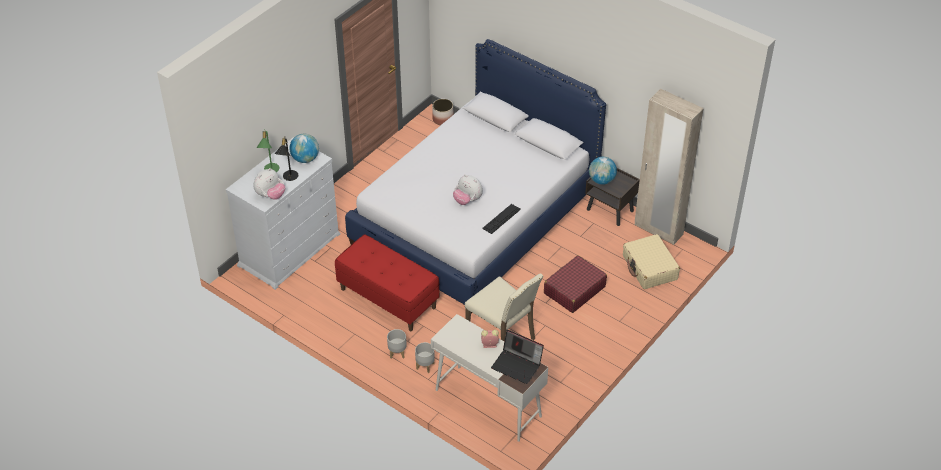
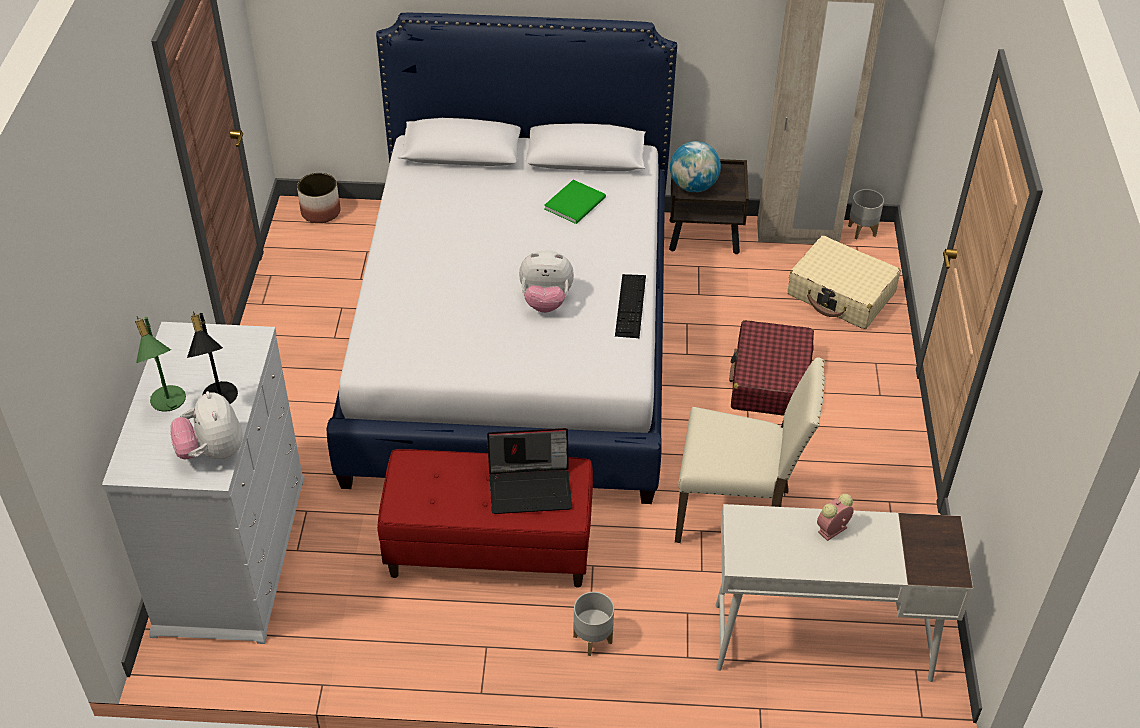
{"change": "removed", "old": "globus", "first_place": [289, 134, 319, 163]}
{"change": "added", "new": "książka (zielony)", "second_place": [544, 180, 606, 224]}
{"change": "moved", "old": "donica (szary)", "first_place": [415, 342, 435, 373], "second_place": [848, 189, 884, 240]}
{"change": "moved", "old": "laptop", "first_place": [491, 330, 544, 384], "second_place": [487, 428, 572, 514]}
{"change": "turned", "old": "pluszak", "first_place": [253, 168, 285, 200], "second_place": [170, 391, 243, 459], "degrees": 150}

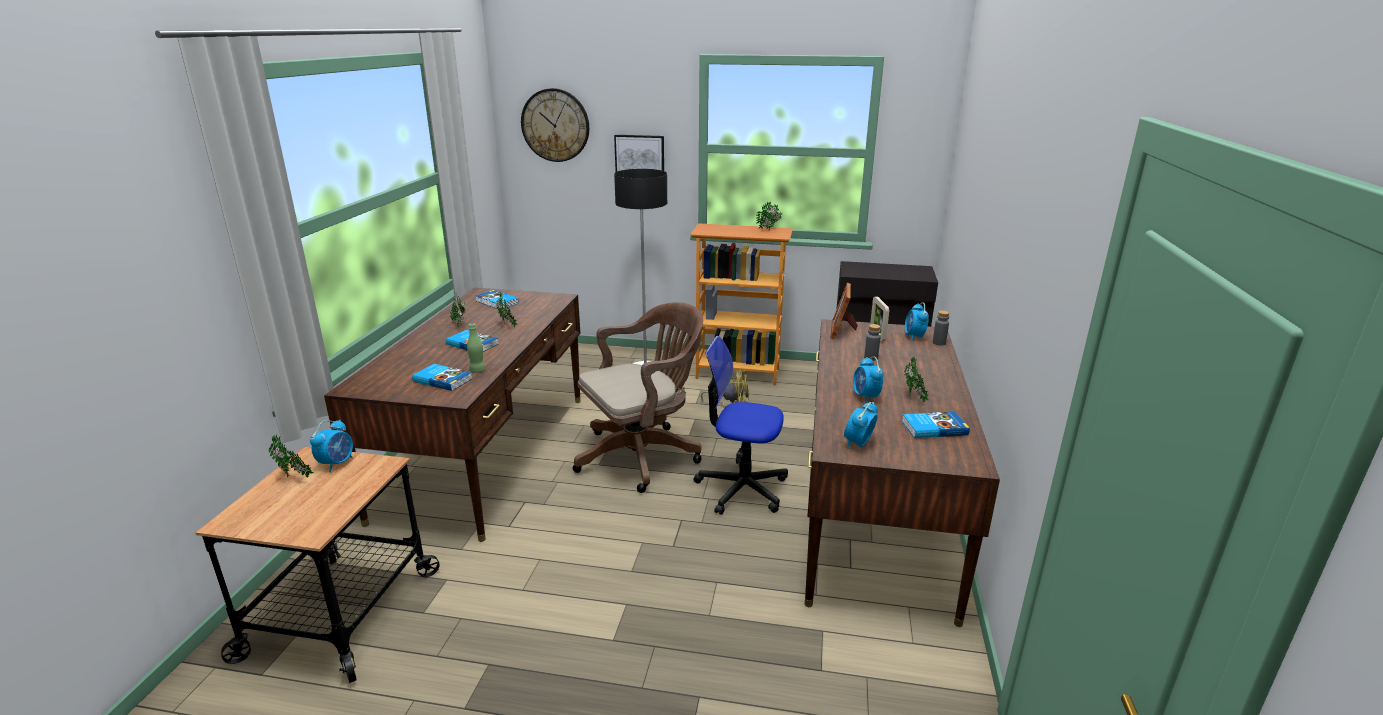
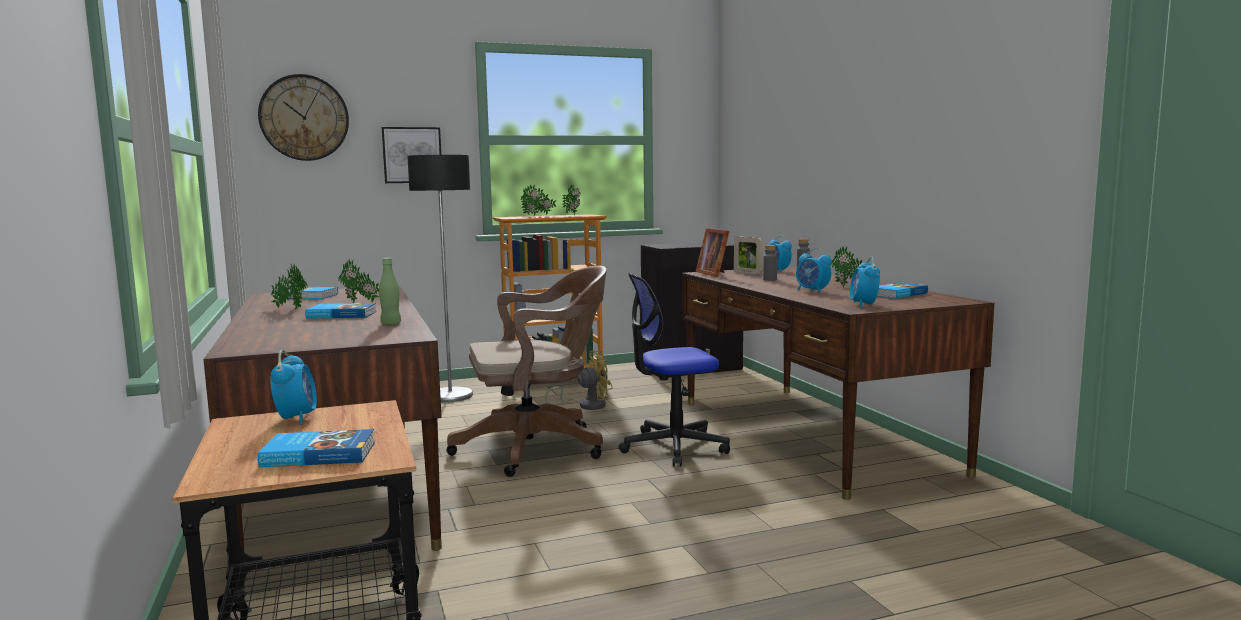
{"change": "moved", "old": "roślina doniczkowa", "first_place": [269, 434, 314, 478], "second_place": [521, 184, 556, 216]}
{"change": "moved", "old": "książka", "first_place": [412, 364, 472, 391], "second_place": [258, 429, 375, 467]}
{"change": "turned", "old": "krzesło biurowe (brązowy)", "first_place": [573, 302, 703, 493], "second_place": [446, 266, 607, 477], "degrees": 45}

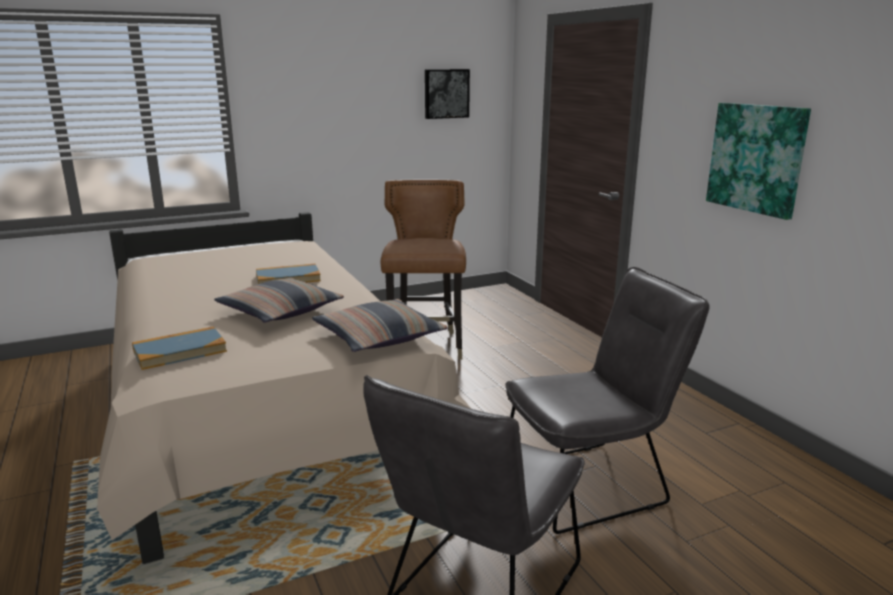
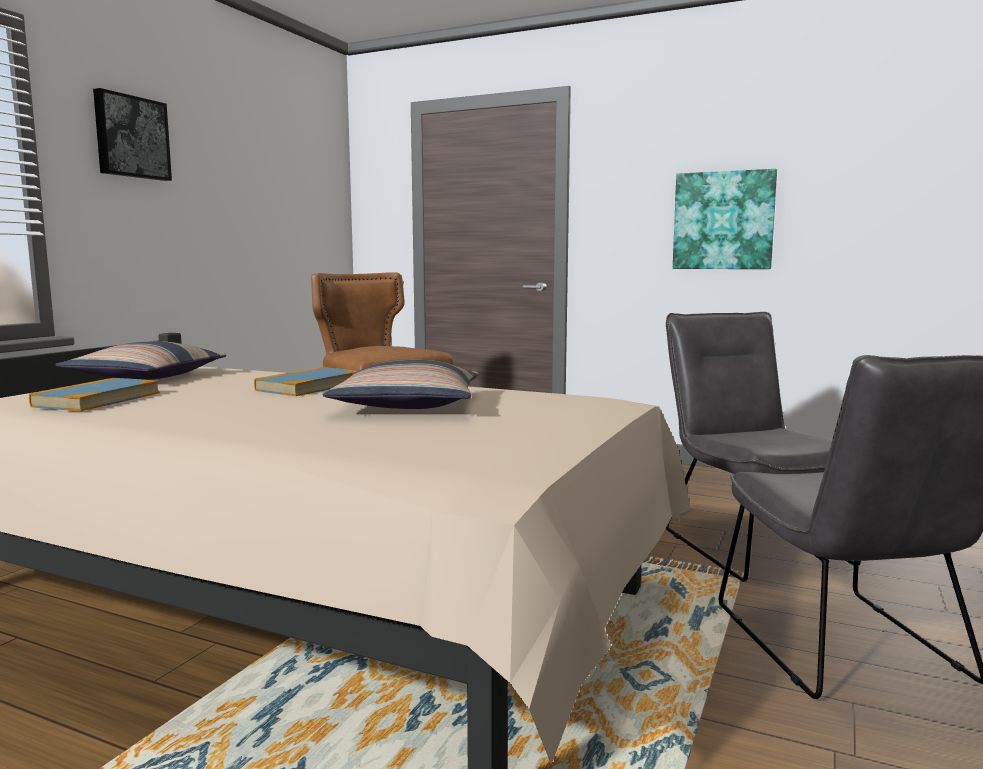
{"change": "moved", "old": "książka", "first_place": [132, 326, 227, 370], "second_place": [29, 378, 160, 411]}
{"change": "moved", "old": "poduszka", "first_place": [312, 299, 448, 352], "second_place": [55, 341, 226, 380]}
{"change": "moved", "old": "obraz", "first_place": [425, 69, 470, 119], "second_place": [93, 88, 172, 181]}
{"change": "turned", "old": "krzesło (szary)", "first_place": [505, 267, 709, 534], "second_place": [666, 312, 861, 582], "degrees": -45}

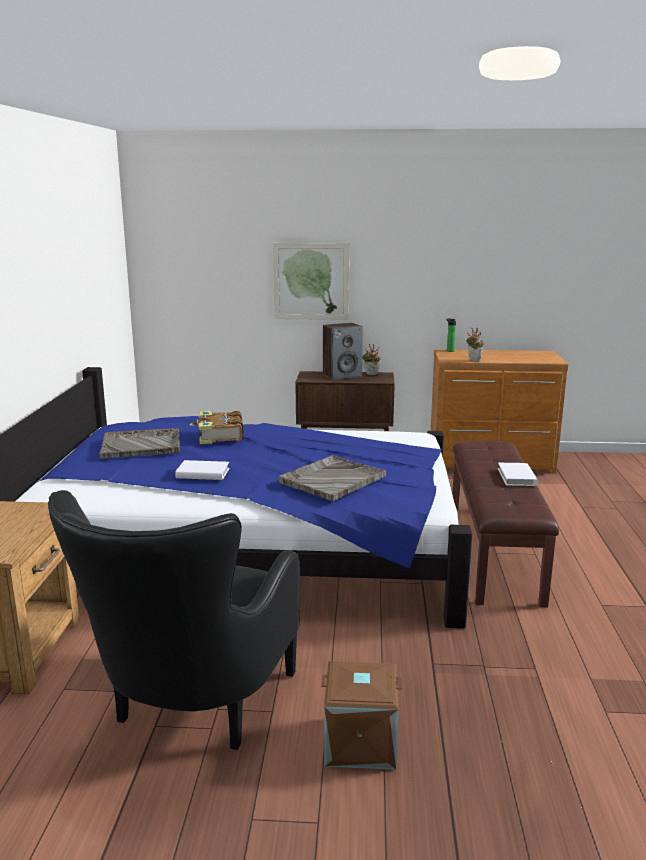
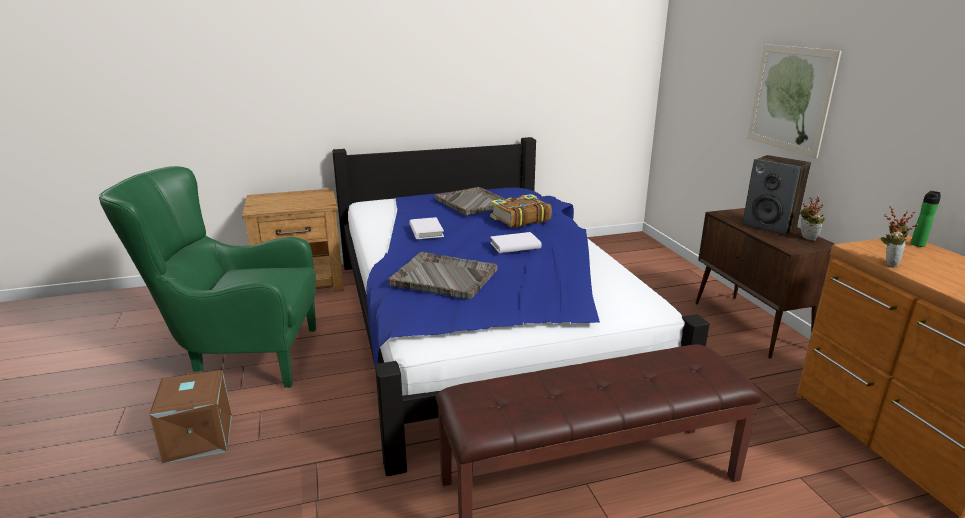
{"change": "moved", "old": "książka (biały)", "first_place": [498, 463, 538, 486], "second_place": [490, 232, 541, 253]}
{"change": "recoloured", "old": "fotel (czarny)", "new": "fotel (zielony)", "first_place": [48, 490, 300, 750], "second_place": [99, 166, 316, 388]}

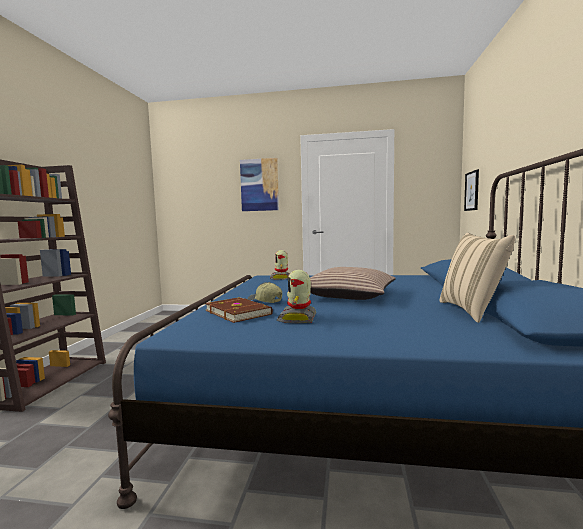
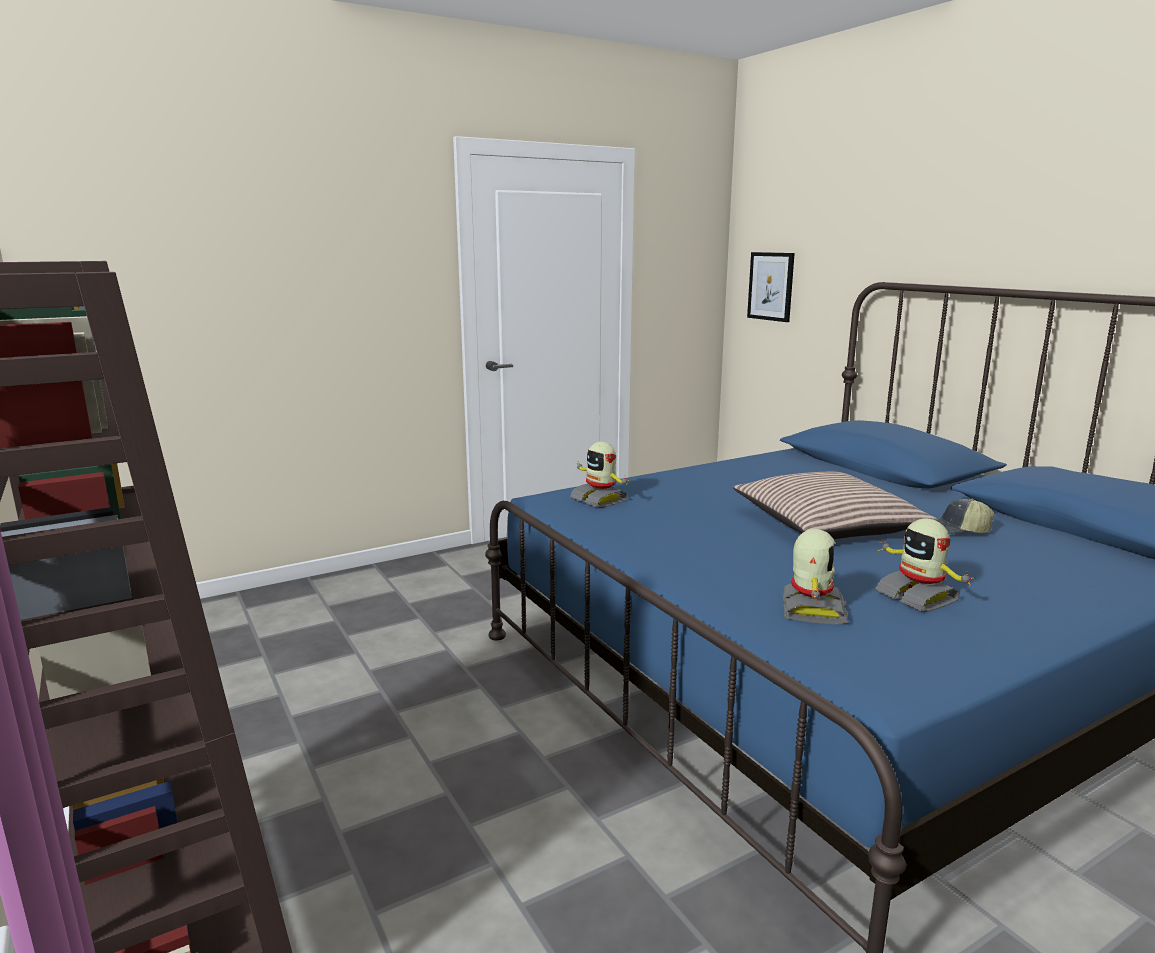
{"change": "removed", "old": "obraz", "first_place": [240, 158, 279, 211]}
{"change": "removed", "old": "poduszka (beżowy)", "first_place": [440, 233, 515, 323]}
{"change": "moved", "old": "czapka z daszkiem", "first_place": [248, 282, 282, 303], "second_place": [938, 499, 995, 534]}
{"change": "replaced", "old": "książka (brązowy)", "new": "robot zabawkowy", "first_place": [205, 297, 273, 323], "second_place": [783, 529, 848, 624]}

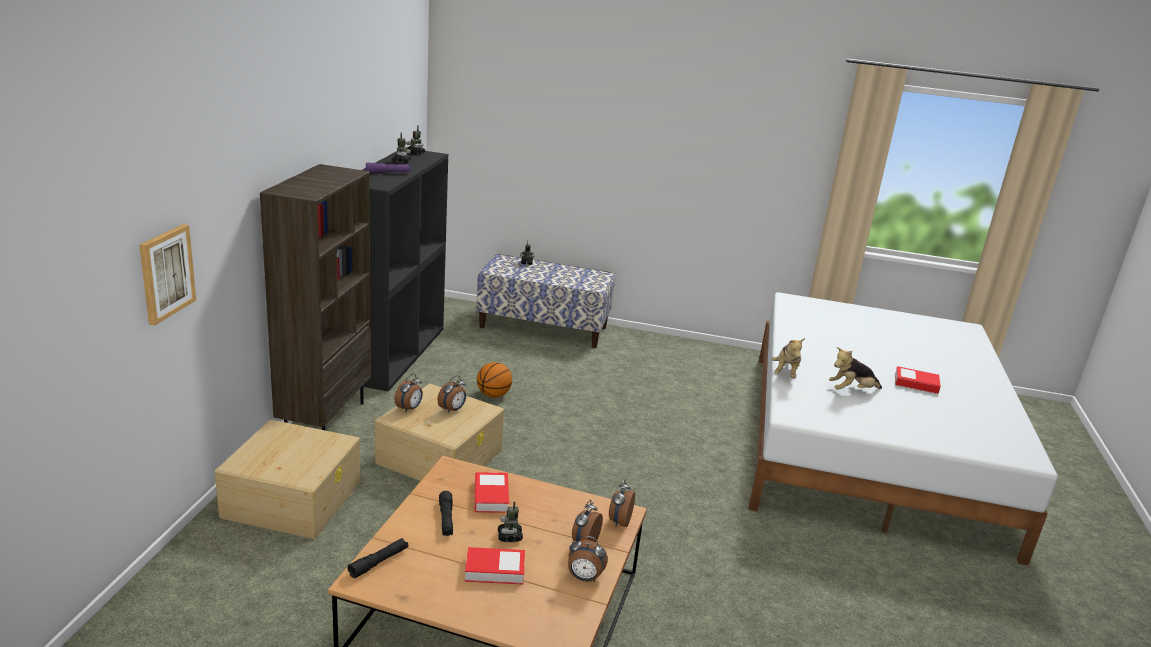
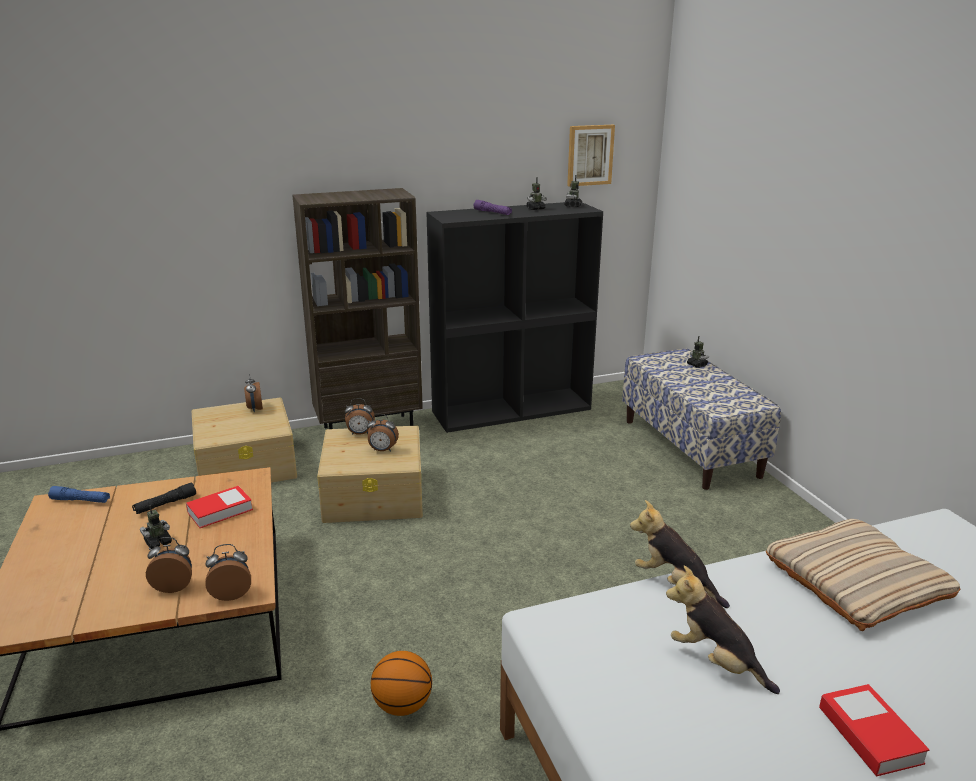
{"change": "removed", "old": "książka", "first_place": [465, 547, 525, 584]}
{"change": "added", "new": "poduszka (beżowy)", "second_place": [766, 519, 960, 631]}
{"change": "moved", "old": "obraz", "first_place": [139, 224, 196, 326], "second_place": [567, 125, 615, 187]}
{"change": "moved", "old": "piłka do koszykówki", "first_place": [477, 362, 512, 398], "second_place": [371, 651, 432, 716]}
{"change": "moved", "old": "budzik", "first_place": [568, 536, 608, 582], "second_place": [244, 374, 263, 412]}
{"change": "recoloured", "old": "latarka (czarny)", "new": "latarka (niebieski)", "first_place": [348, 538, 408, 578], "second_place": [48, 486, 110, 503]}
{"change": "turned", "old": "pluszak", "first_place": [772, 338, 805, 378], "second_place": [630, 500, 730, 608], "degrees": 60}

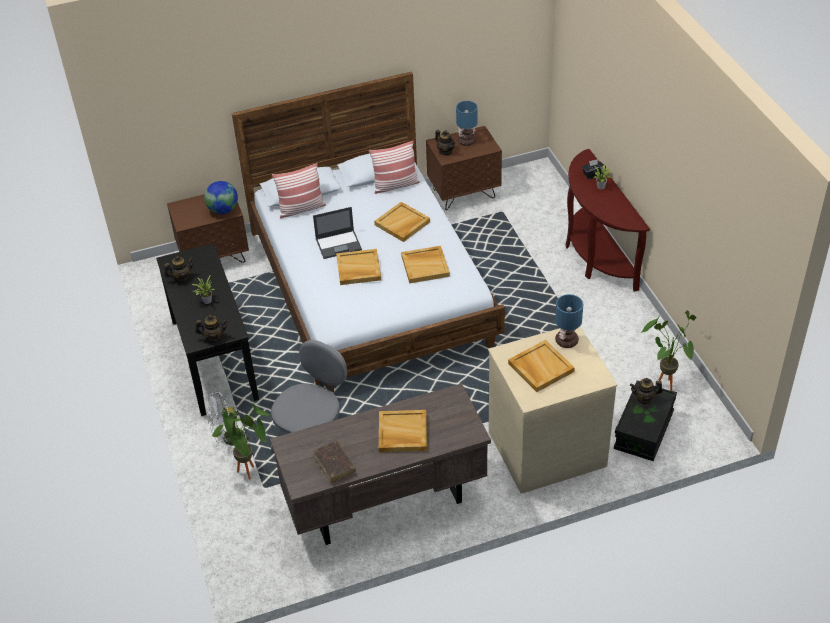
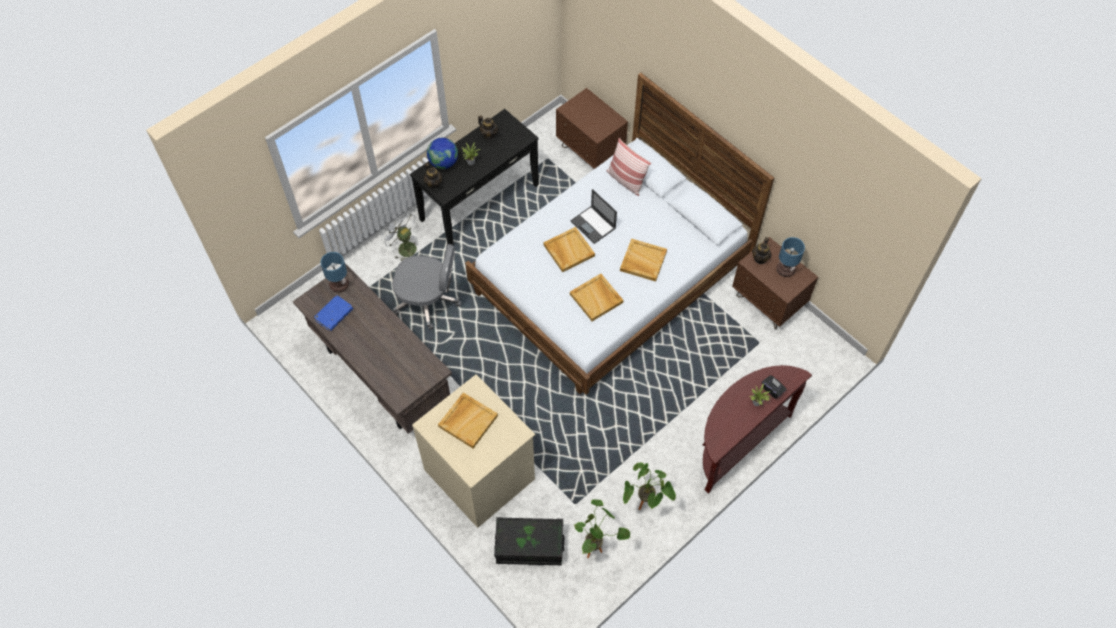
{"change": "removed", "old": "poduszka", "first_place": [369, 141, 420, 194]}
{"change": "removed", "old": "taca (beżowy)", "first_place": [379, 410, 427, 452]}
{"change": "removed", "old": "imbryk", "first_place": [630, 378, 663, 405]}
{"change": "moved", "old": "globus", "first_place": [204, 181, 238, 214], "second_place": [427, 138, 458, 169]}
{"change": "moved", "old": "roślina doniczkowa", "first_place": [212, 404, 269, 480], "second_place": [623, 462, 676, 510]}
{"change": "moved", "old": "lampa stołowa", "first_place": [555, 294, 583, 348], "second_place": [320, 252, 349, 293]}
{"change": "recoloured", "old": "książka (brązowy)", "new": "książka (niebieski)", "first_place": [313, 441, 356, 483], "second_place": [314, 295, 353, 331]}

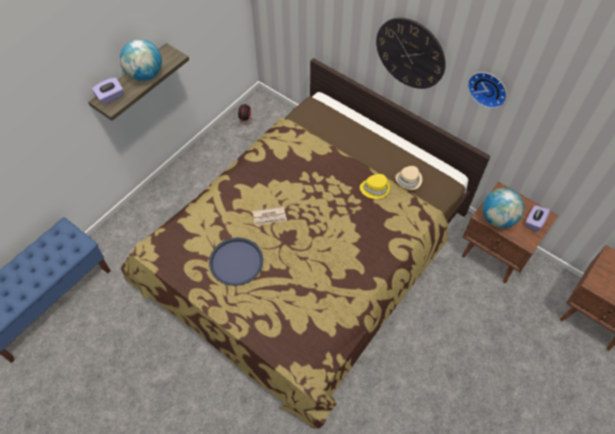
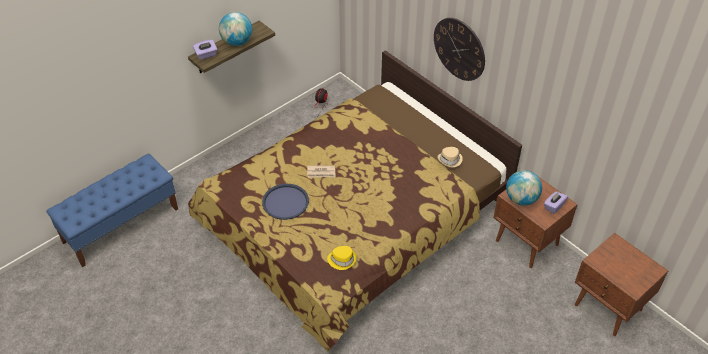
{"change": "removed", "old": "zegar ścienny", "first_place": [468, 72, 507, 108]}
{"change": "moved", "old": "kapelusz (żółty)", "first_place": [360, 174, 391, 199], "second_place": [327, 246, 357, 270]}

